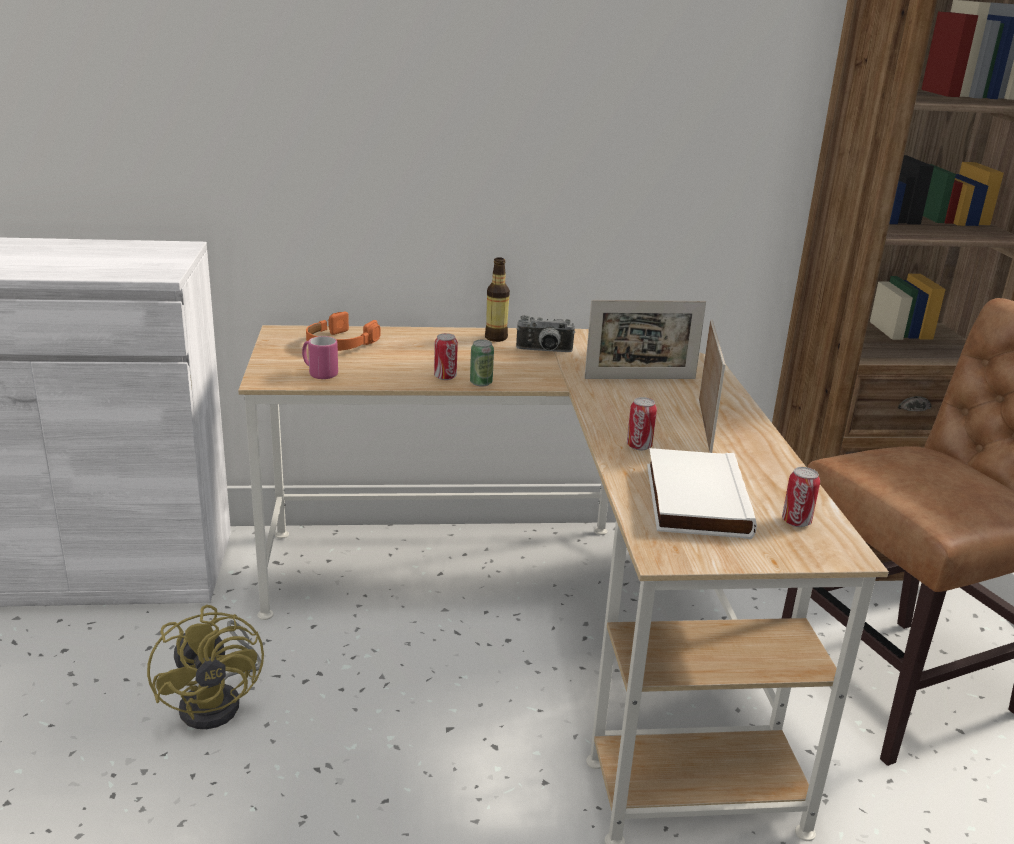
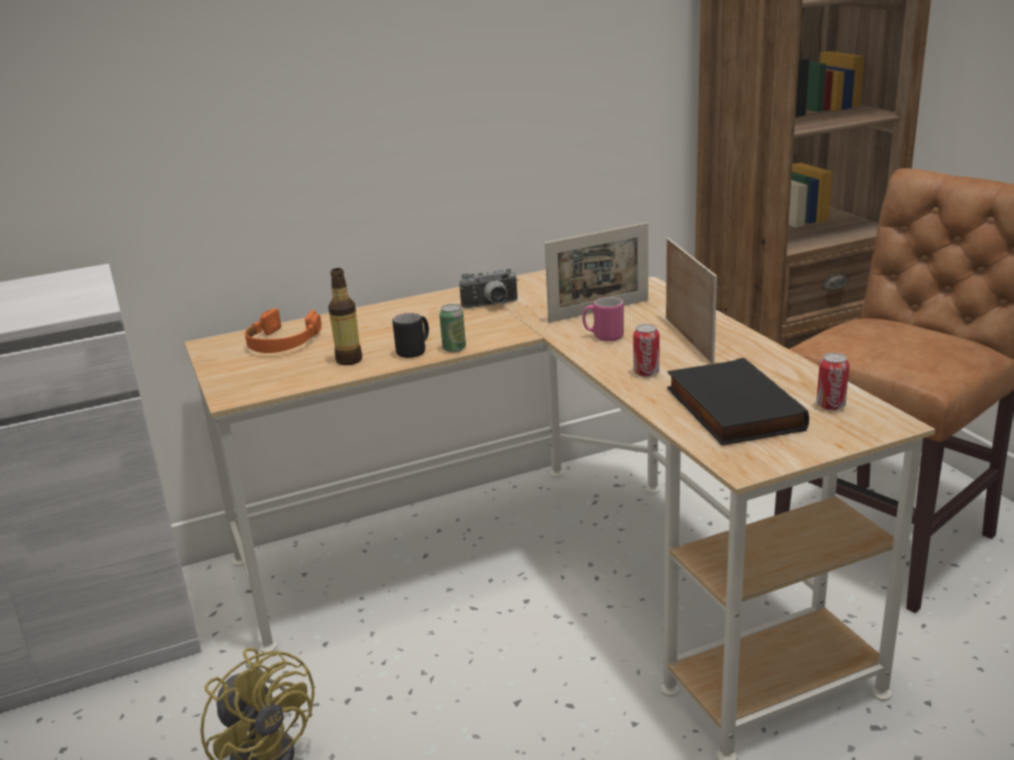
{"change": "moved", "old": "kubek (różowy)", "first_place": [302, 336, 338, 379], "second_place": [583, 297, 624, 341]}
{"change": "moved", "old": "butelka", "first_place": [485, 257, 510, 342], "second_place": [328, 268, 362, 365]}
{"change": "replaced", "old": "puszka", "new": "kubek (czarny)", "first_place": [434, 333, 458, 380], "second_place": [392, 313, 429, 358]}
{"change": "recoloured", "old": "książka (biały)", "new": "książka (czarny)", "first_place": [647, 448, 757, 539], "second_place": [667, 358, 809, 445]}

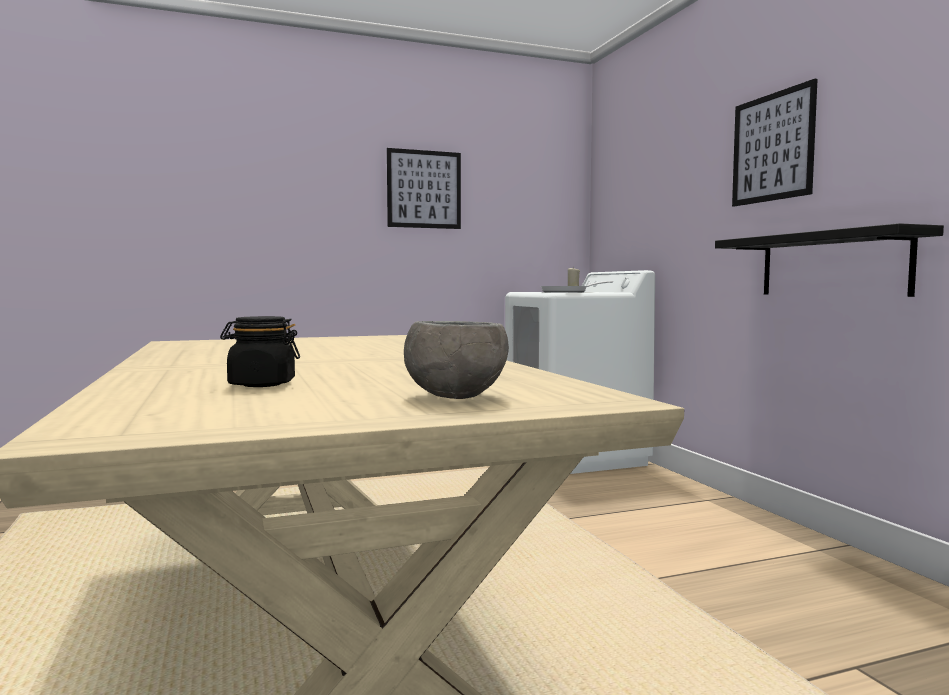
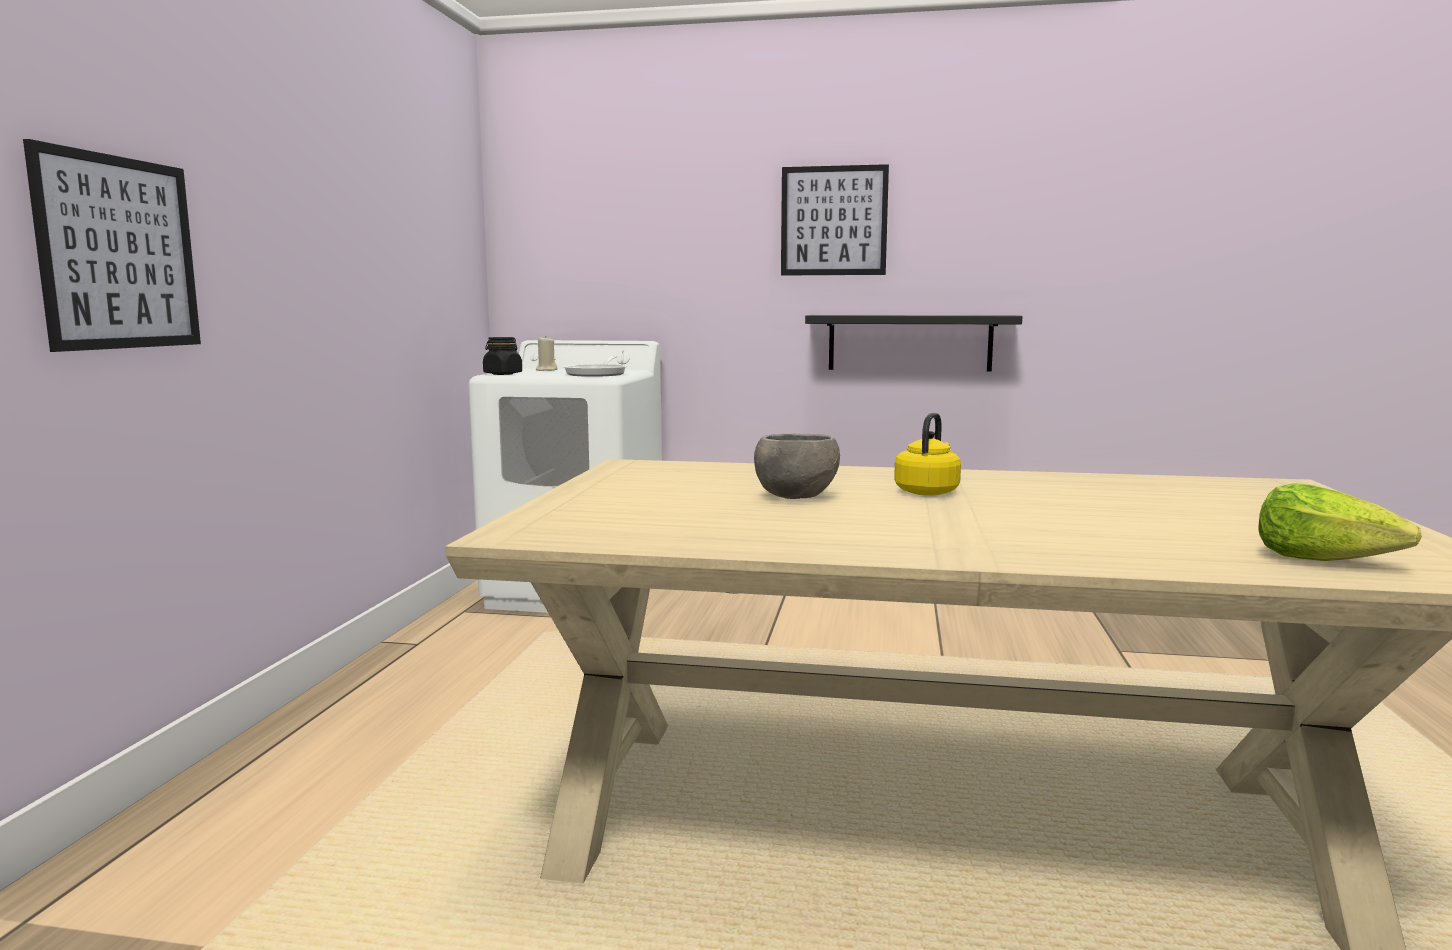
{"change": "added", "new": "czajnik (żółty)", "second_place": [894, 413, 961, 496]}
{"change": "added", "new": "sałata", "second_place": [1258, 483, 1422, 561]}
{"change": "moved", "old": "słoik (czarny)", "first_place": [220, 316, 300, 387], "second_place": [483, 337, 522, 375]}
{"change": "moved", "old": "obraz", "first_place": [387, 148, 461, 229], "second_place": [23, 139, 201, 352]}
{"change": "moved", "old": "miska (szary)", "first_place": [404, 321, 509, 399], "second_place": [754, 434, 840, 499]}

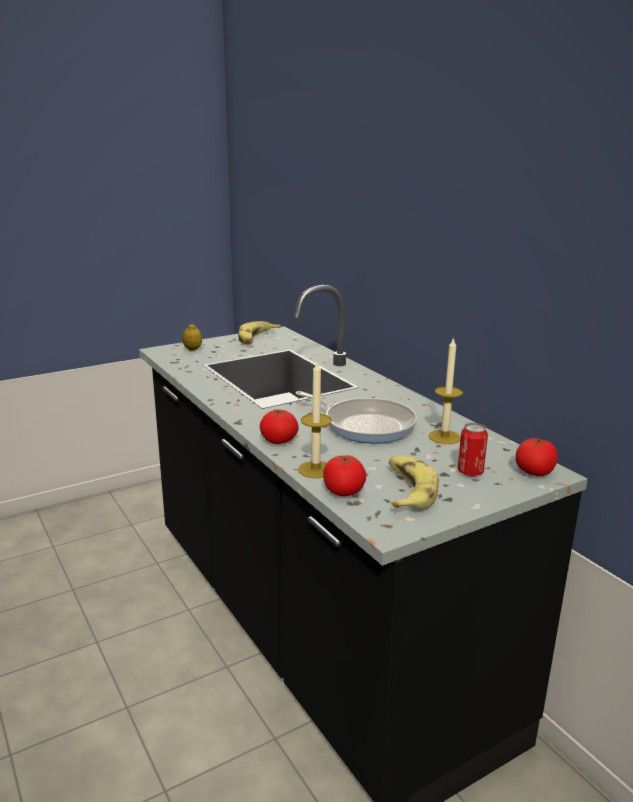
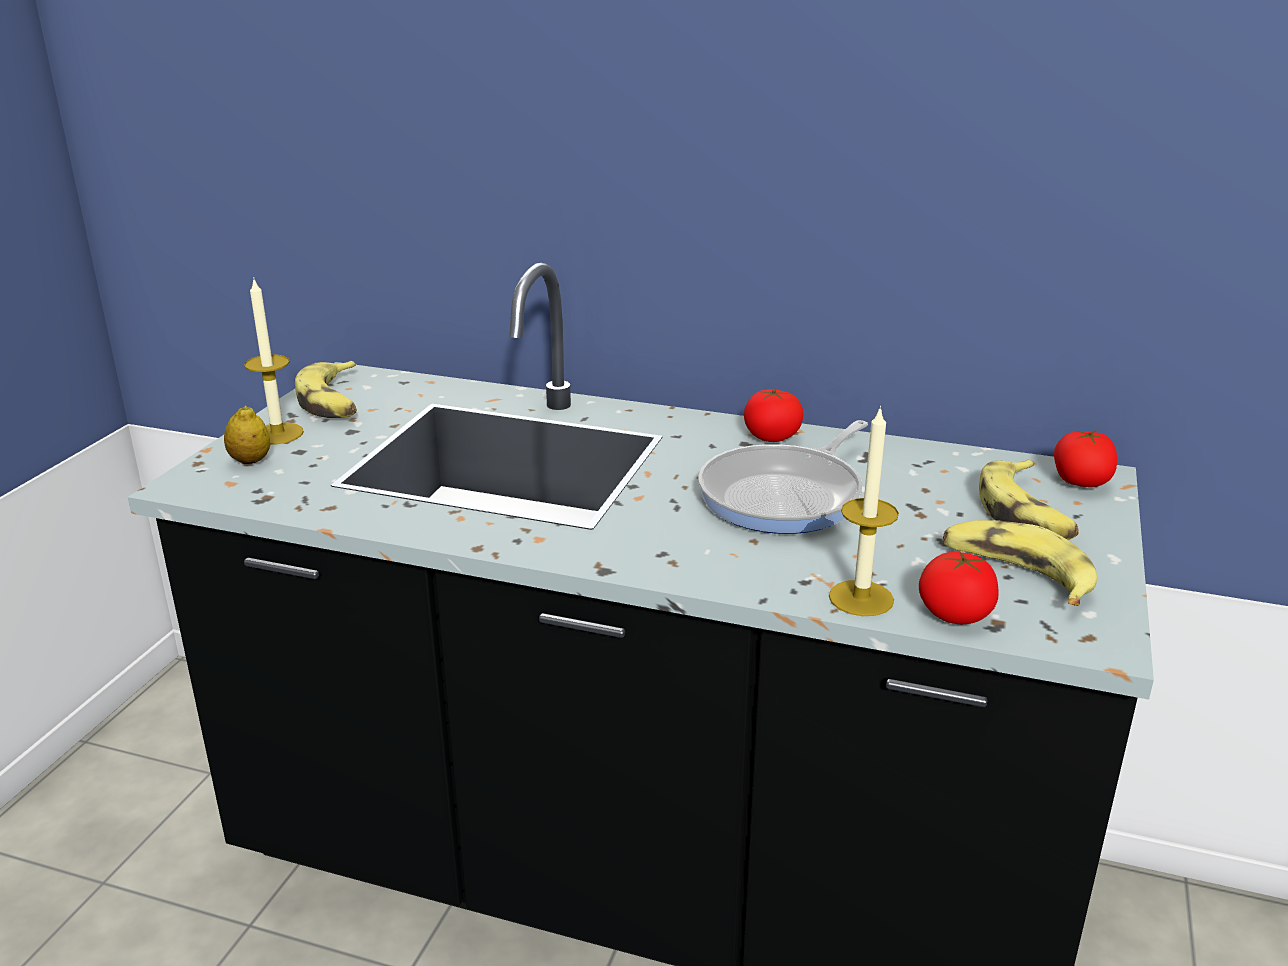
{"change": "moved", "old": "pomidor", "first_place": [260, 409, 299, 444], "second_place": [744, 388, 803, 442]}
{"change": "moved", "old": "świeca", "first_place": [429, 337, 463, 444], "second_place": [244, 280, 304, 445]}
{"change": "replaced", "old": "puszka", "new": "banan", "first_place": [458, 423, 488, 477], "second_place": [979, 460, 1079, 540]}
{"change": "turned", "old": "patelnia", "first_place": [295, 391, 417, 444], "second_place": [698, 420, 868, 534], "degrees": 135}

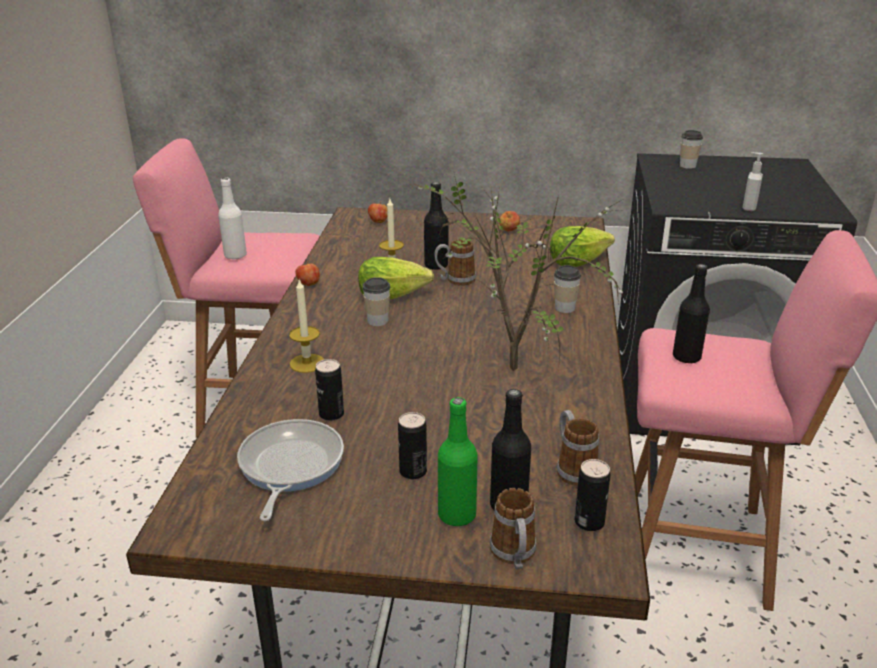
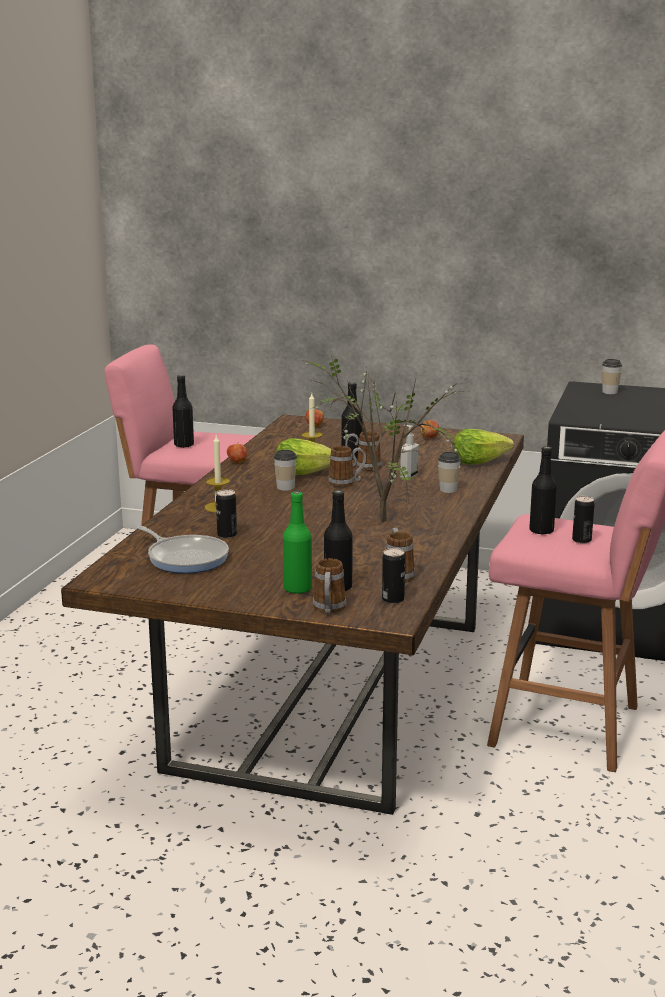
{"change": "added", "new": "kubek", "second_place": [328, 446, 366, 487]}
{"change": "moved", "old": "puszka", "first_place": [398, 412, 427, 479], "second_place": [572, 496, 595, 543]}
{"change": "moved", "old": "dozownik mydła", "first_place": [743, 152, 763, 211], "second_place": [400, 425, 419, 478]}
{"change": "recoloured", "old": "butelka (biały)", "new": "butelka (czarny)", "first_place": [218, 178, 247, 259], "second_place": [172, 375, 194, 448]}
{"change": "turned", "old": "patelnia", "first_place": [237, 419, 344, 521], "second_place": [137, 526, 229, 573], "degrees": 120}

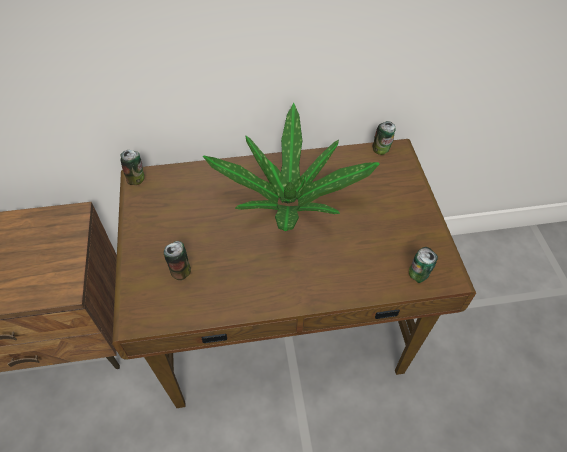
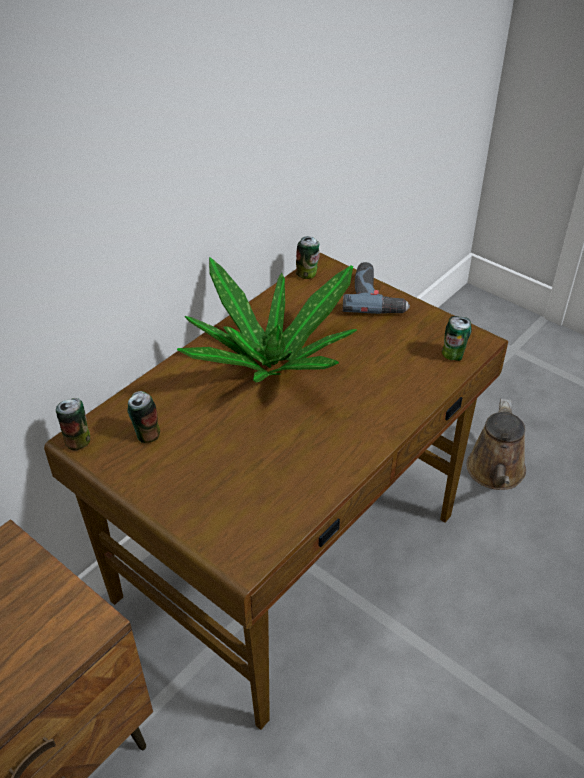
{"change": "added", "new": "wiertarka", "second_place": [343, 262, 410, 314]}
{"change": "added", "new": "konewka (brązowy)", "second_place": [467, 399, 526, 490]}
{"change": "moved", "old": "puszka", "first_place": [164, 241, 191, 280], "second_place": [128, 391, 160, 443]}

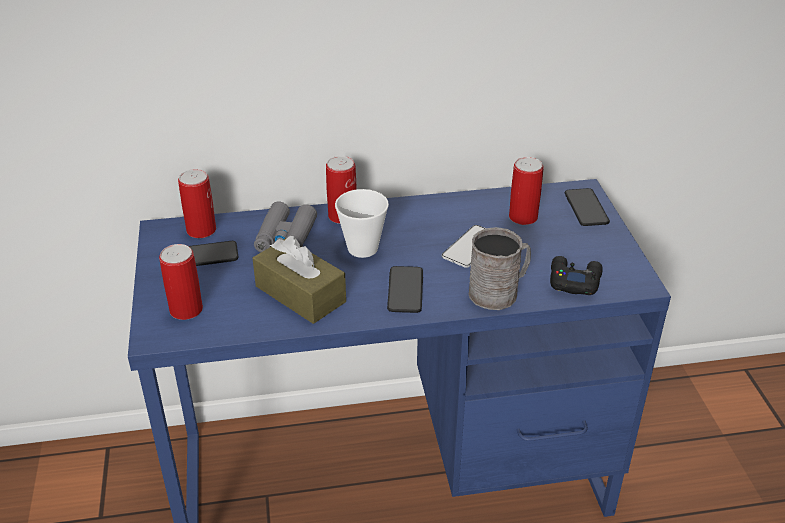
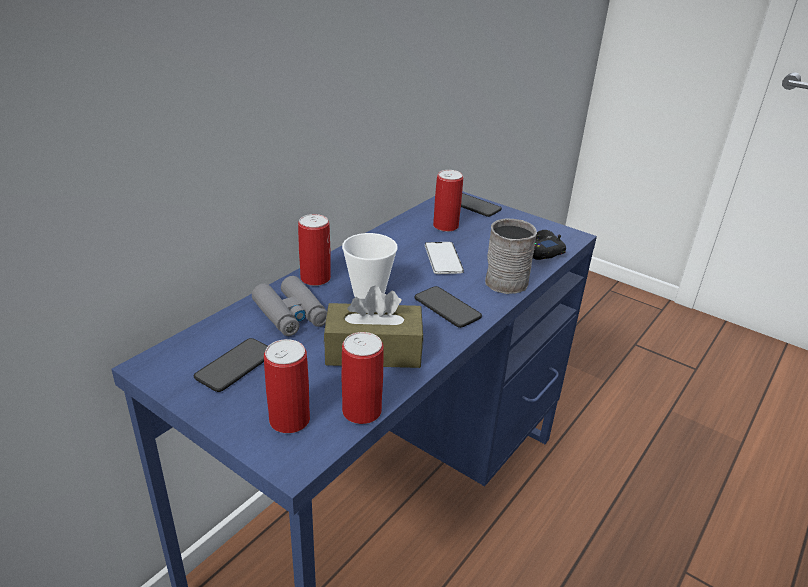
{"change": "moved", "old": "puszka", "first_place": [178, 169, 216, 238], "second_place": [342, 332, 383, 424]}

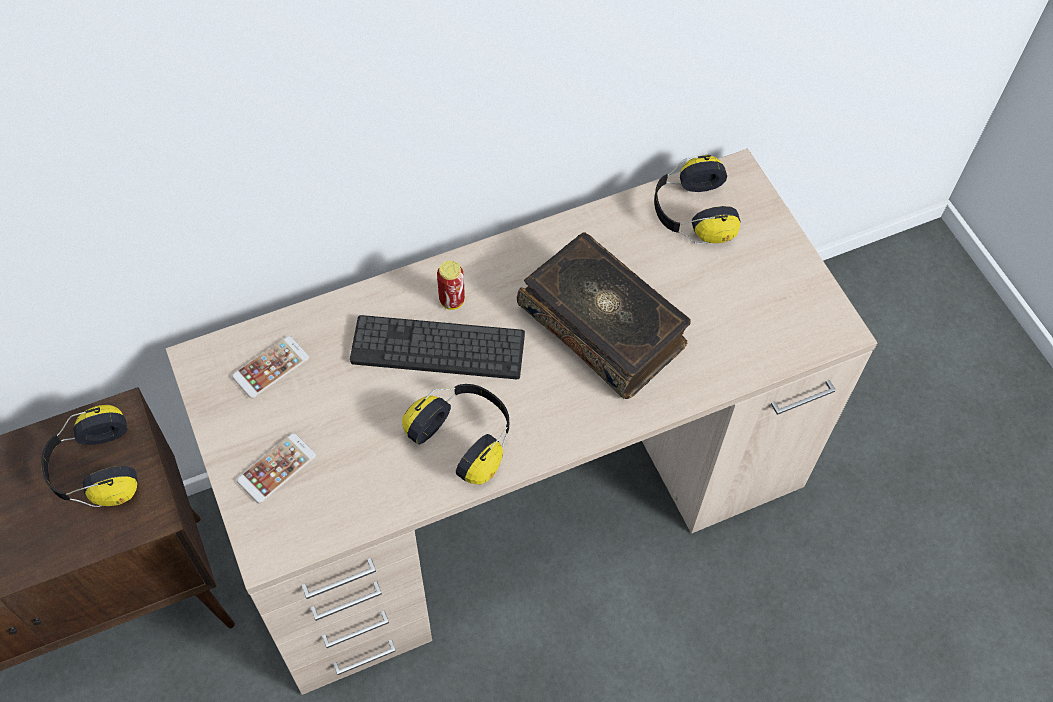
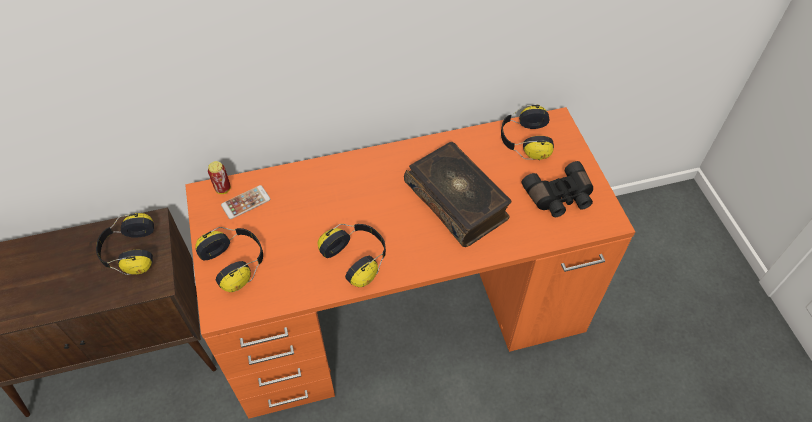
{"change": "removed", "old": "klawiatura", "first_place": [350, 315, 525, 379]}
{"change": "added", "new": "lornetka (czarny)", "second_place": [521, 161, 593, 217]}
{"change": "moved", "old": "puszka", "first_place": [437, 261, 465, 310], "second_place": [208, 161, 231, 194]}
{"change": "replaced", "old": "telefon", "new": "słuchawki", "first_place": [237, 433, 317, 504], "second_place": [195, 227, 263, 292]}
{"change": "recoloured", "old": "biurko (beżowy)", "new": "biurko (pomarańczowy)", "first_place": [165, 148, 878, 695], "second_place": [185, 107, 635, 419]}

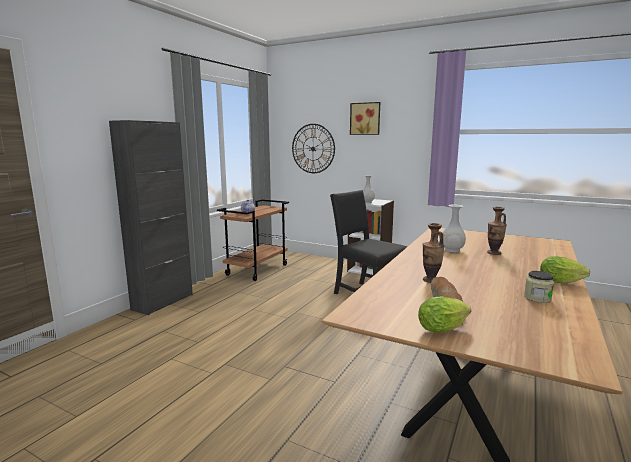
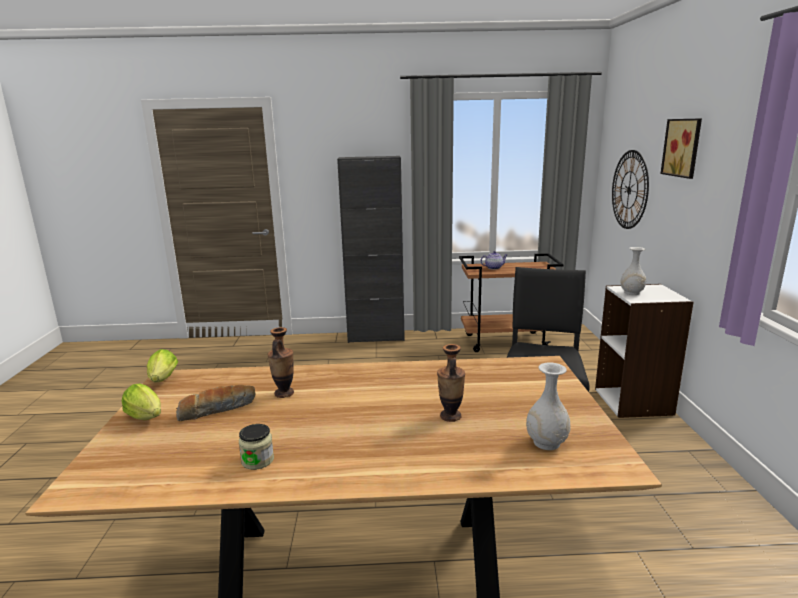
{"change": "moved", "old": "wazon (biały)", "first_place": [443, 205, 466, 252], "second_place": [526, 363, 571, 450]}
{"change": "moved", "old": "sałata", "first_place": [540, 256, 590, 283], "second_place": [147, 349, 178, 382]}

